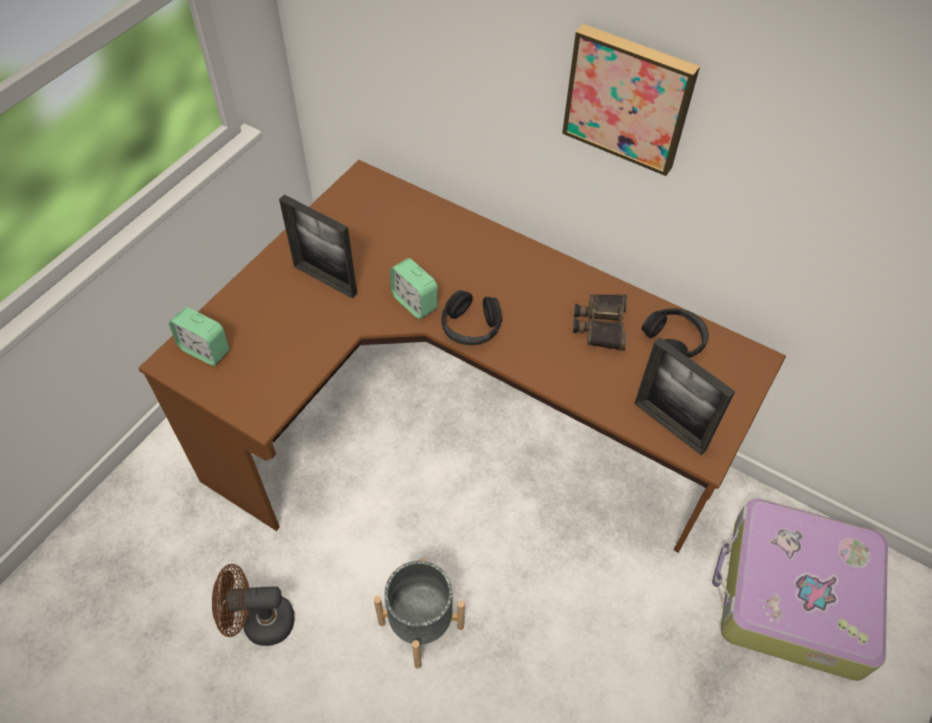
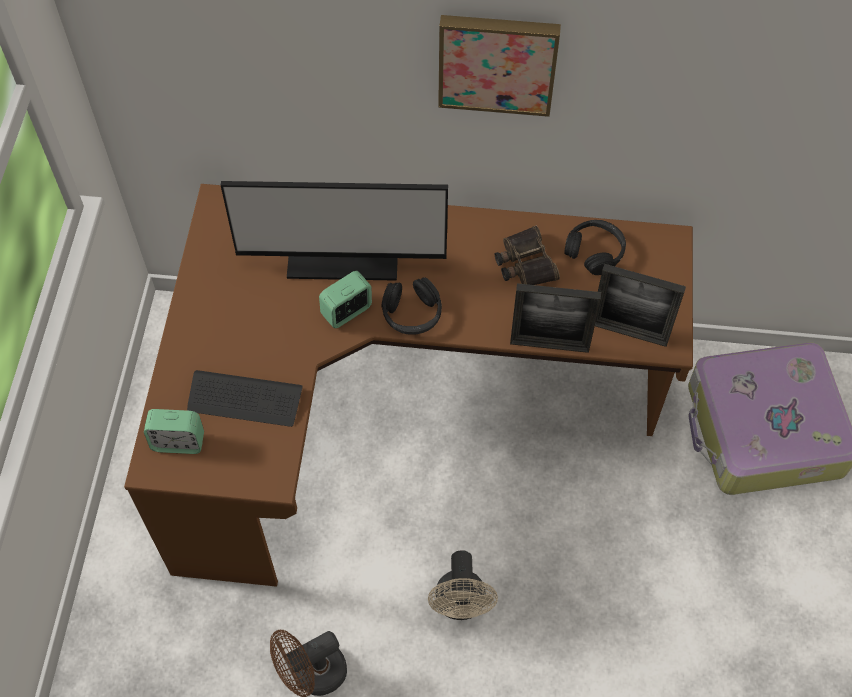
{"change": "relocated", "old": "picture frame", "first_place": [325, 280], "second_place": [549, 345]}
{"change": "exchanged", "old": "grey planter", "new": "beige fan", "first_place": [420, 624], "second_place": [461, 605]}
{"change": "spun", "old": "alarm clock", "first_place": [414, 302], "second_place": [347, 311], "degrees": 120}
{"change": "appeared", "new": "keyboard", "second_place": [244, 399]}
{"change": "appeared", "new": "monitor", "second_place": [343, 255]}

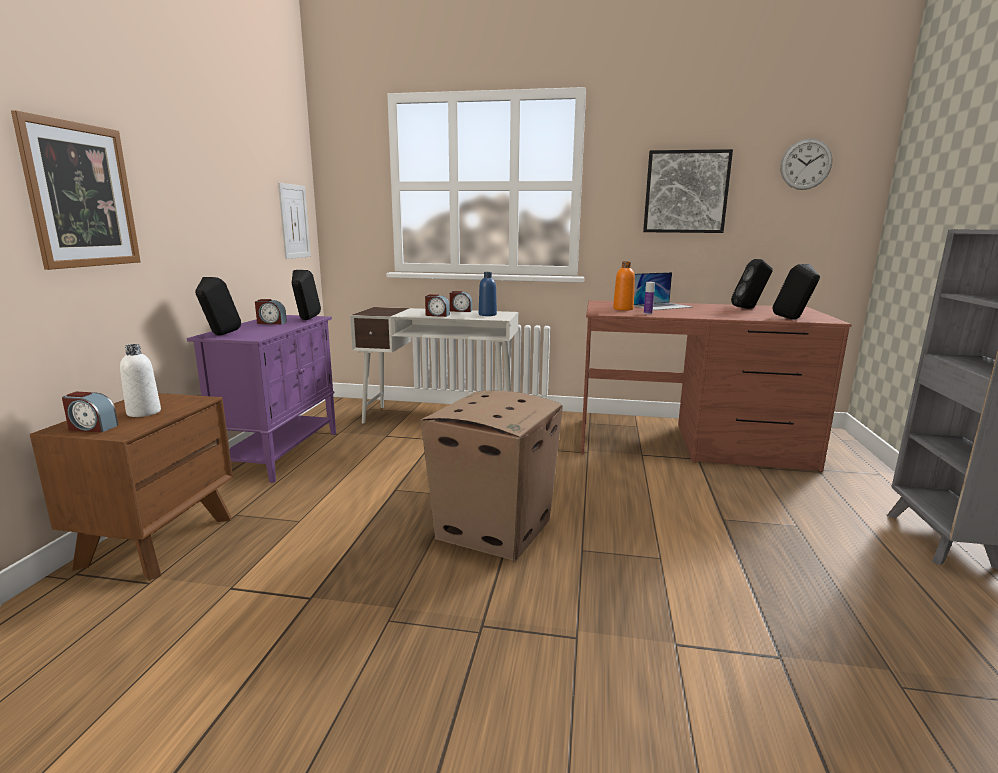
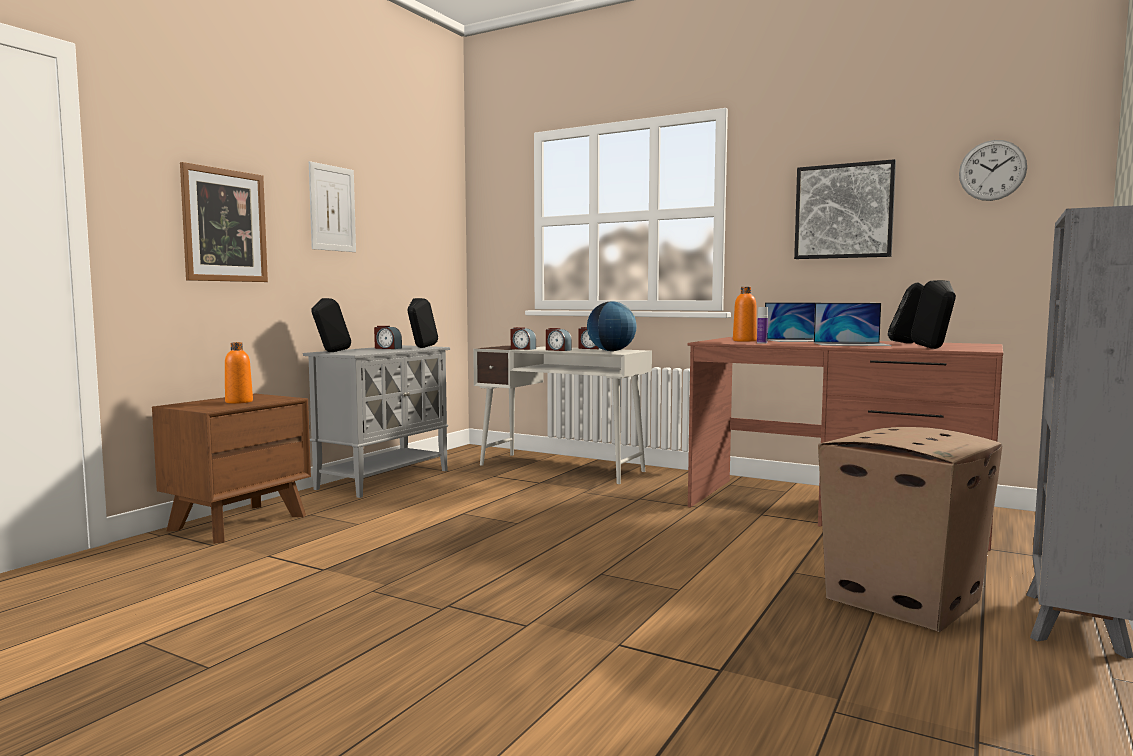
{"change": "relocated", "old": "alarm clock", "first_place": [92, 427], "second_place": [522, 349]}
{"change": "colour", "old": "white bottle", "new": "orange bottle", "first_place": [144, 412], "second_place": [239, 402]}
{"change": "colour", "old": "purple cabinet", "new": "grey cabinet", "first_place": [281, 453], "second_place": [384, 479]}
{"change": "relocated", "old": "picture", "first_place": [294, 221], "second_place": [332, 208]}
{"change": "relocated", "old": "cardboard box", "first_place": [495, 529], "second_place": [904, 599]}
{"change": "exchanged", "old": "blue bottle", "new": "globe", "first_place": [487, 314], "second_place": [611, 351]}
{"change": "appeared", "new": "laptop", "second_place": [851, 344]}

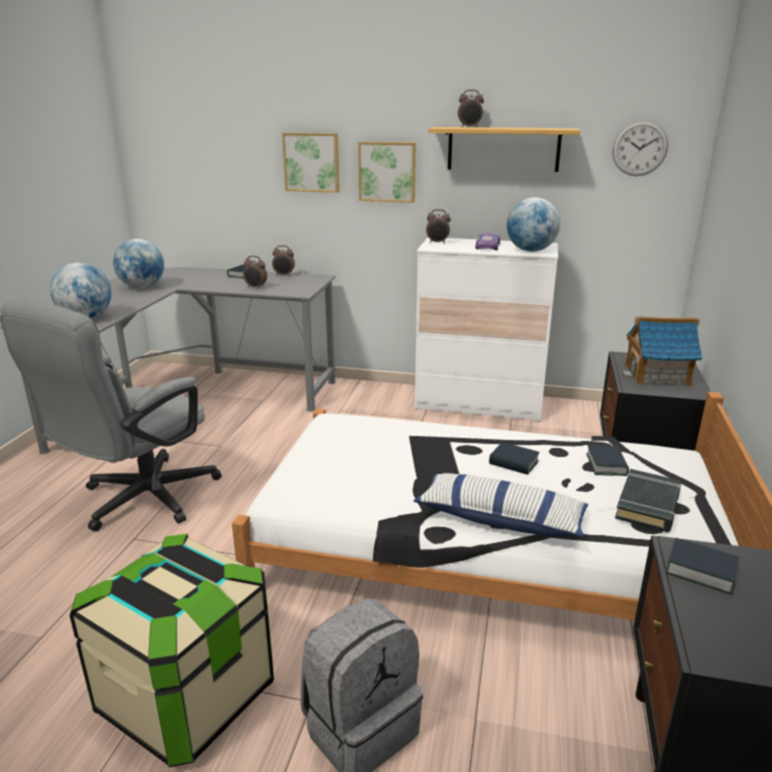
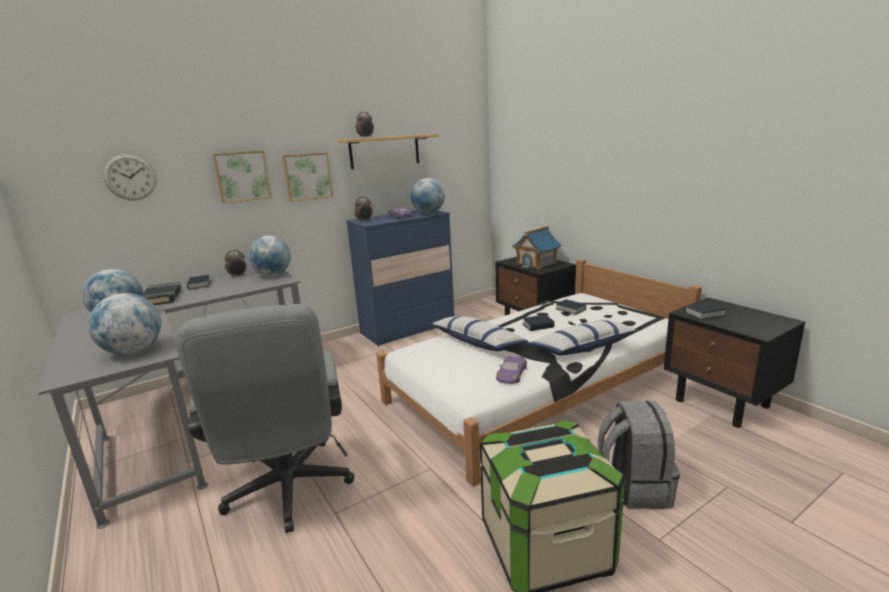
{"change": "missing", "old": "alarm clock", "first_place": [256, 287]}
{"change": "colour", "old": "white dresser", "new": "blue dresser", "first_place": [479, 404], "second_place": [408, 328]}
{"change": "relocated", "old": "wall clock", "first_place": [639, 148], "second_place": [130, 177]}
{"change": "relocated", "old": "black book", "first_place": [648, 505], "second_place": [162, 298]}
{"change": "appeared", "new": "globe", "second_place": [272, 275]}
{"change": "appeared", "new": "pillow", "second_place": [477, 342]}
{"change": "appeared", "new": "purple toy car", "second_place": [511, 373]}

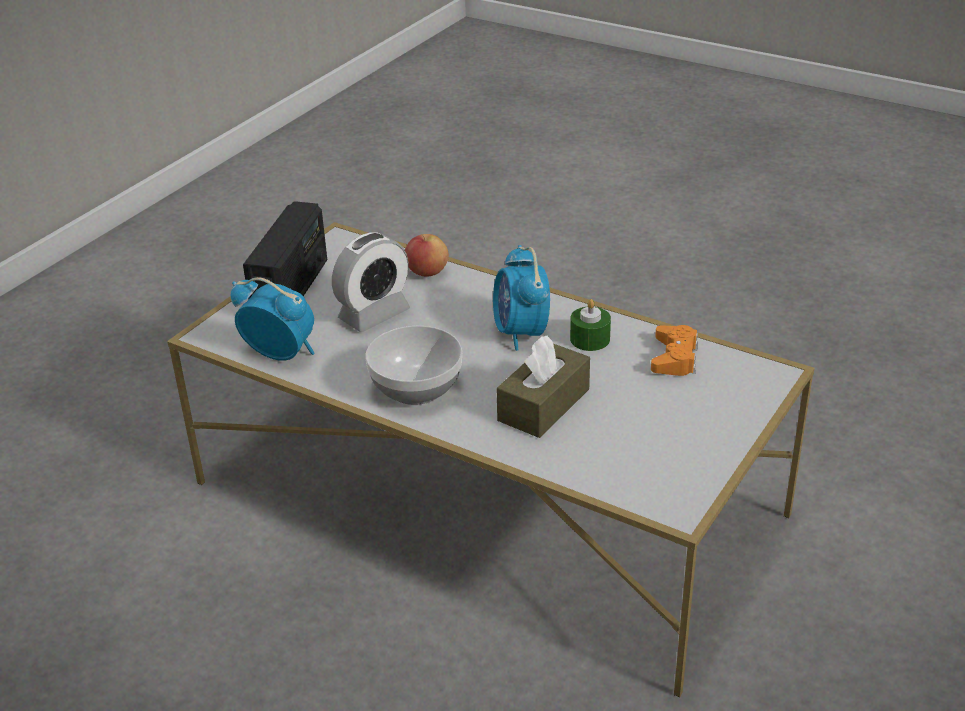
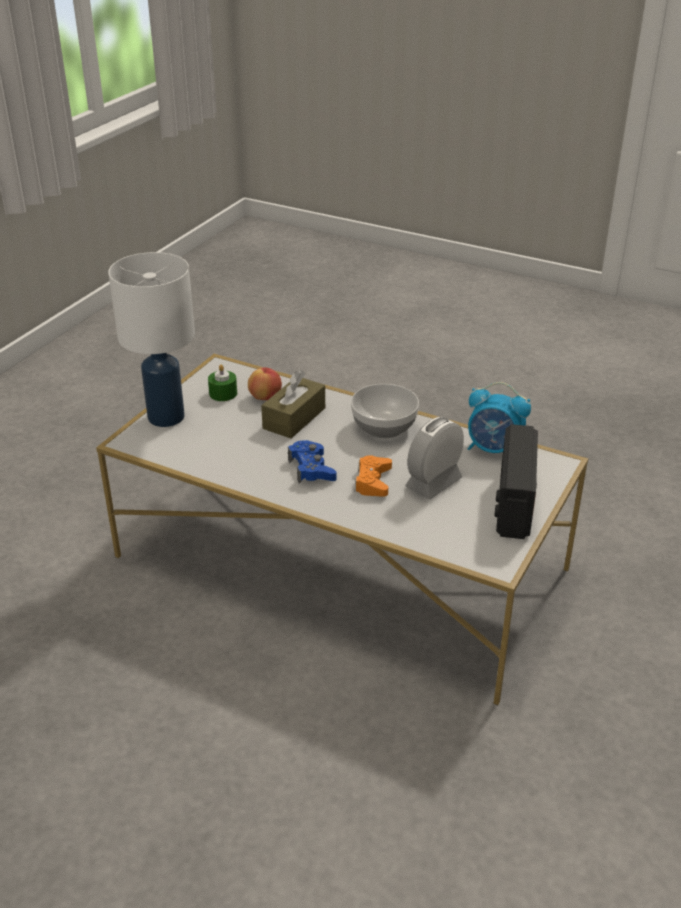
{"change": "relocated", "old": "apple", "first_place": [427, 272], "second_place": [265, 397]}
{"change": "exchanged", "old": "alarm clock", "new": "blue game controller", "first_place": [521, 333], "second_place": [311, 469]}
{"change": "relocated", "old": "green candle", "first_place": [590, 339], "second_place": [223, 393]}
{"change": "relocated", "old": "orange game controller", "first_place": [674, 358], "second_place": [373, 482]}
{"change": "appeared", "new": "white table lamp", "second_place": [166, 416]}

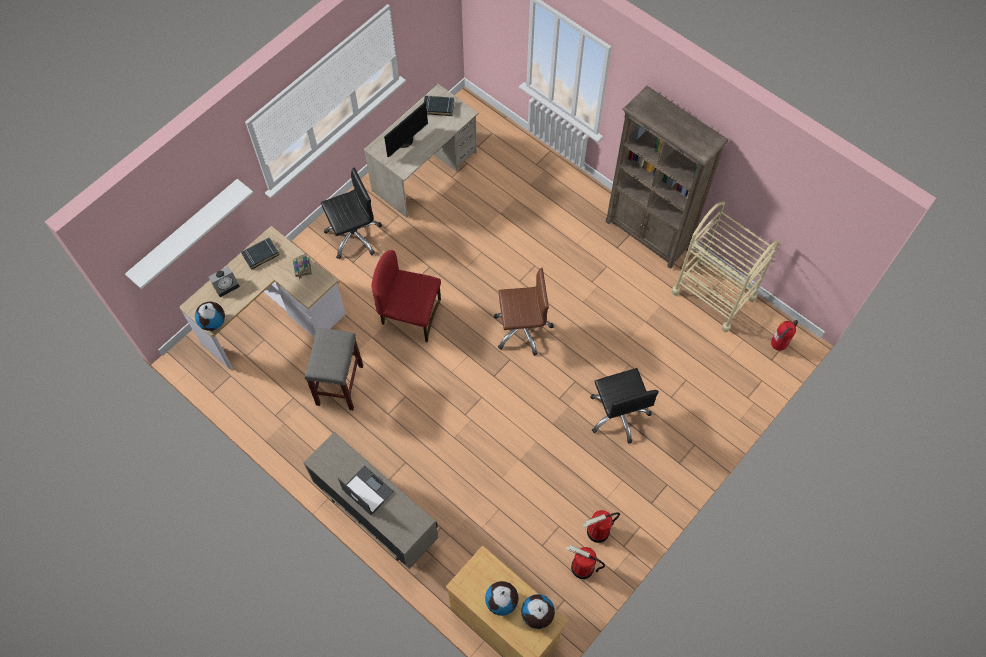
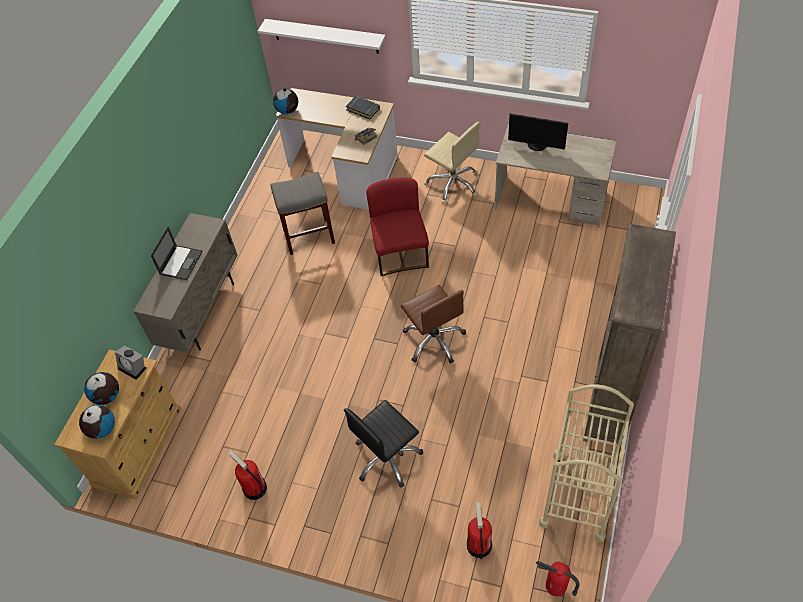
{"change": "relocated", "old": "alarm clock", "first_place": [226, 285], "second_place": [134, 367]}
{"change": "colour", "old": "black office chair", "new": "beige office chair", "first_place": [354, 235], "second_place": [453, 184]}
{"change": "missing", "old": "black book", "first_place": [438, 107]}
{"change": "relocated", "old": "fire extinguisher", "first_place": [582, 568], "second_place": [478, 545]}

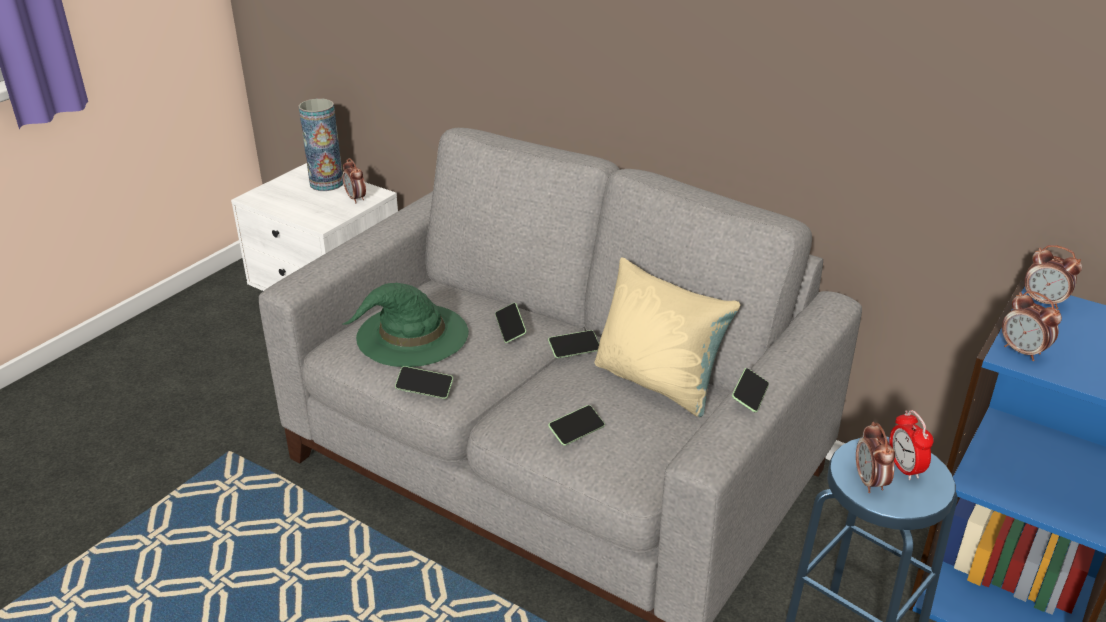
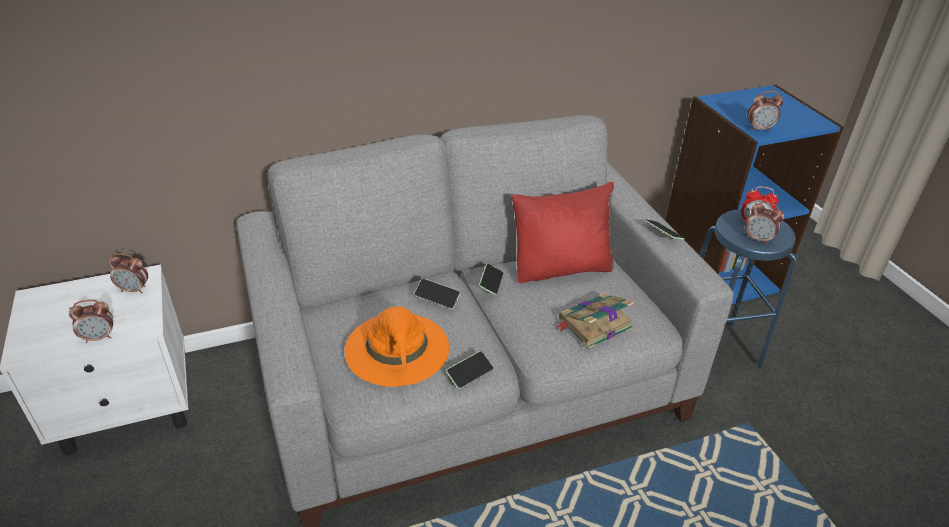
{"change": "missing", "old": "vase", "first_place": [326, 183]}
{"change": "colour", "old": "green hat", "new": "orange hat", "first_place": [411, 335], "second_place": [398, 349]}
{"change": "exchanged", "old": "phone", "new": "book", "first_place": [576, 431], "second_place": [593, 324]}
{"change": "colour", "old": "beige pillow", "new": "red pillow", "first_place": [658, 382], "second_place": [562, 268]}
{"change": "relocated", "old": "alarm clock", "first_place": [1044, 302], "second_place": [99, 337]}

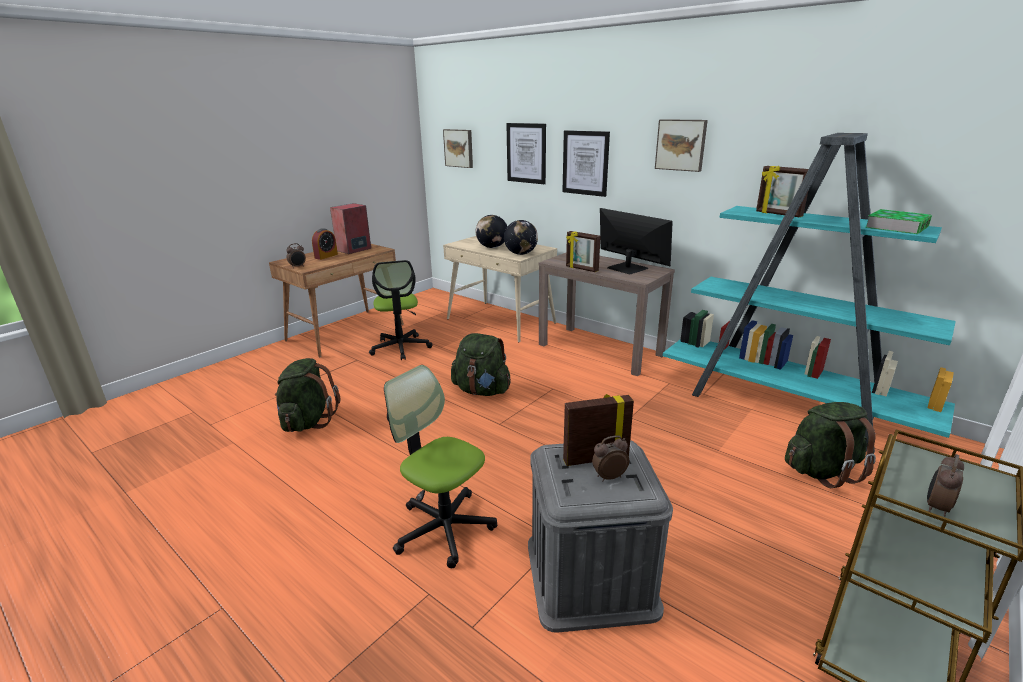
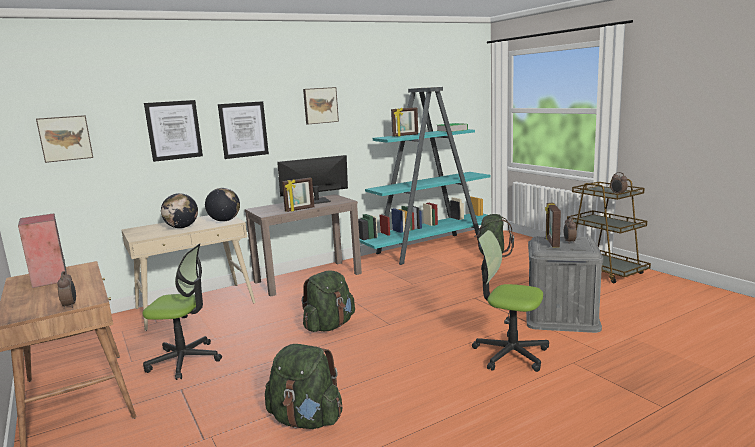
{"change": "missing", "old": "alarm clock", "first_place": [326, 256]}
{"change": "spun", "old": "office chair", "first_place": [444, 528], "second_place": [510, 354], "degrees": 60}

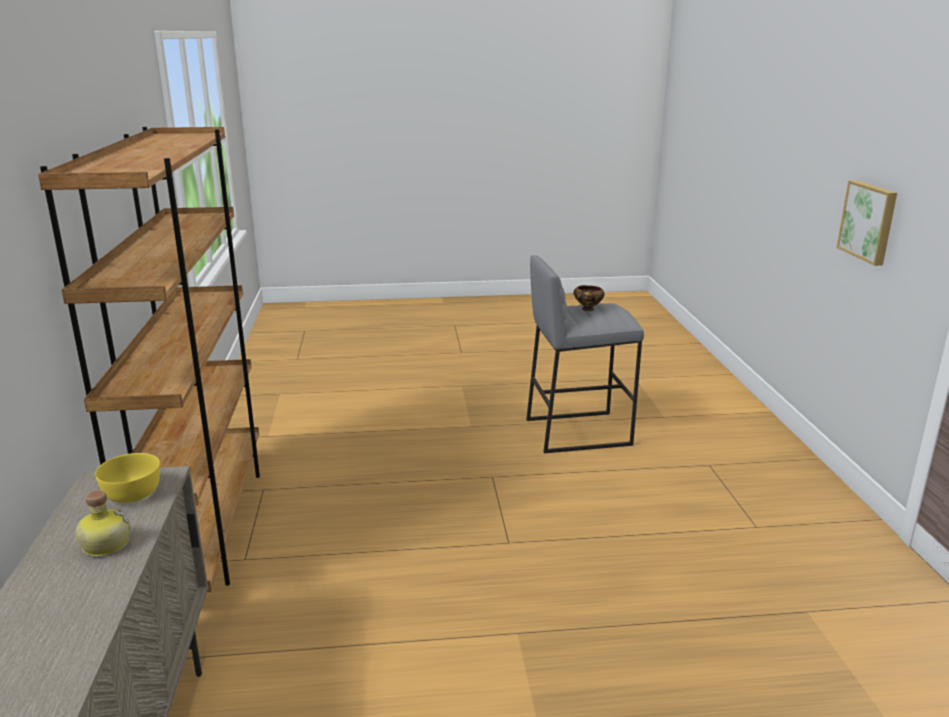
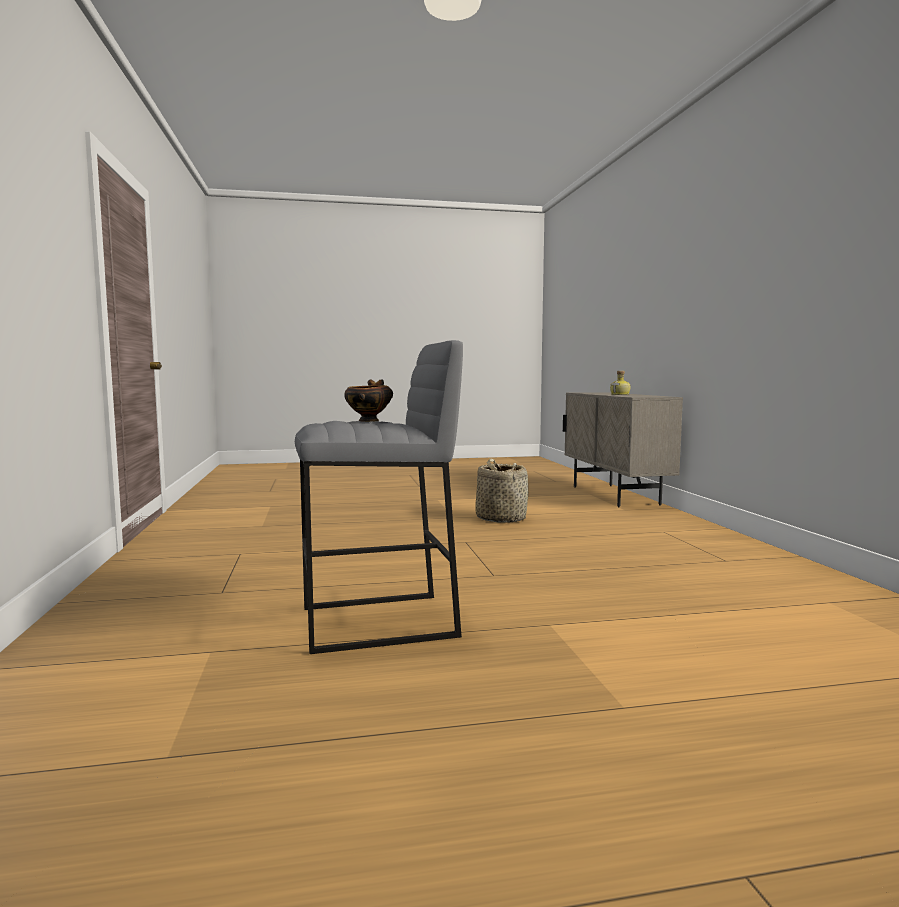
{"change": "missing", "old": "brown bookcase", "first_place": [206, 526]}
{"change": "missing", "old": "yellow bowl", "first_place": [131, 493]}
{"change": "missing", "old": "picture", "first_place": [869, 221]}
{"change": "appeared", "new": "basket", "second_place": [500, 518]}

